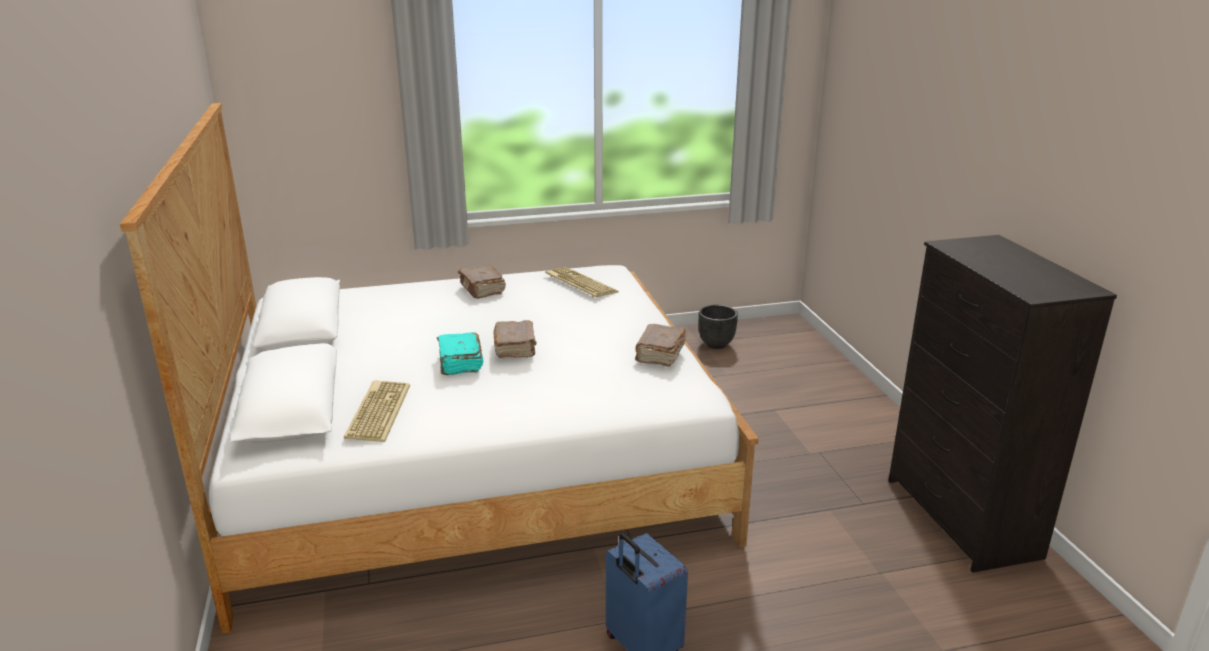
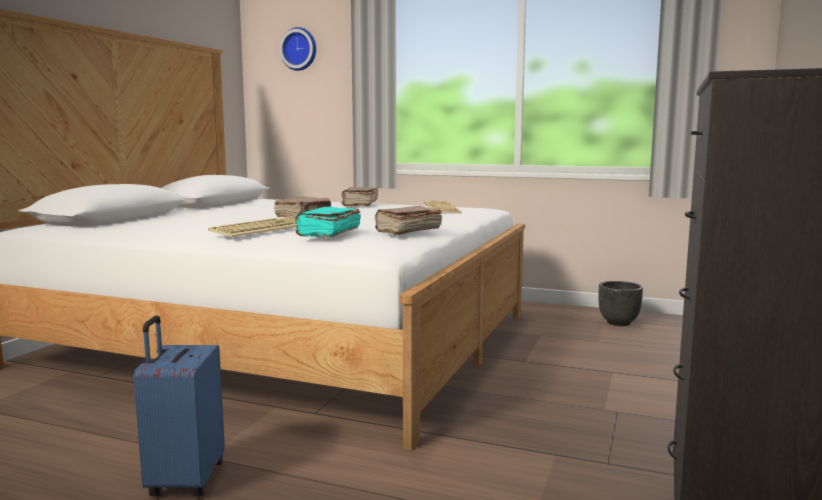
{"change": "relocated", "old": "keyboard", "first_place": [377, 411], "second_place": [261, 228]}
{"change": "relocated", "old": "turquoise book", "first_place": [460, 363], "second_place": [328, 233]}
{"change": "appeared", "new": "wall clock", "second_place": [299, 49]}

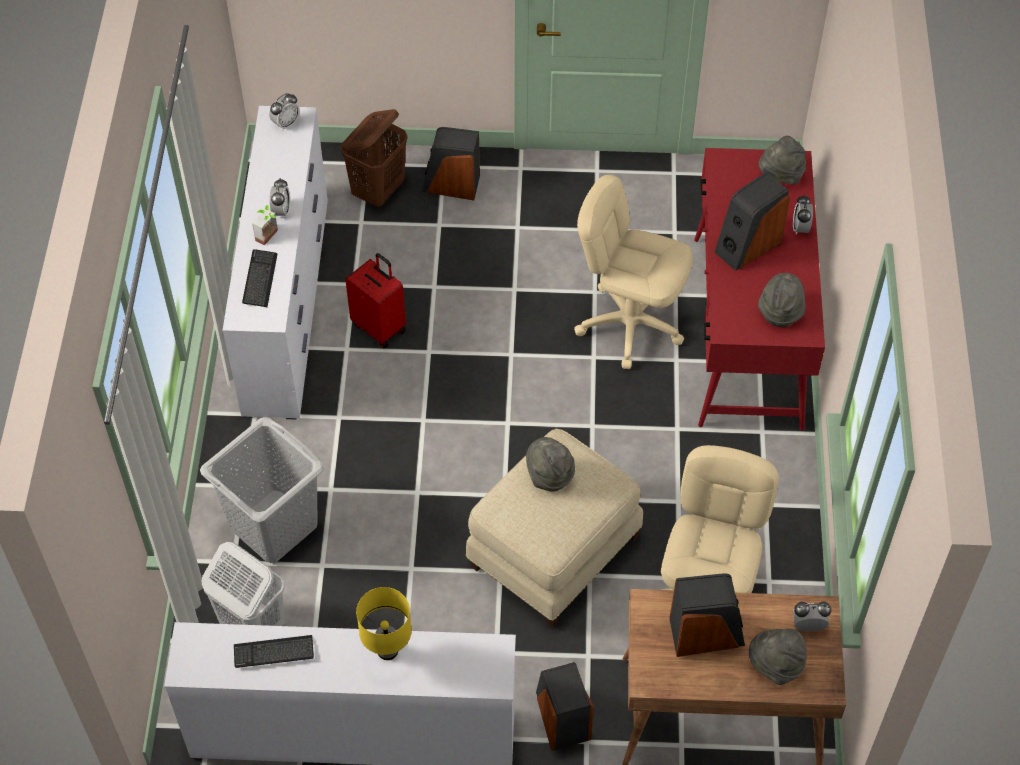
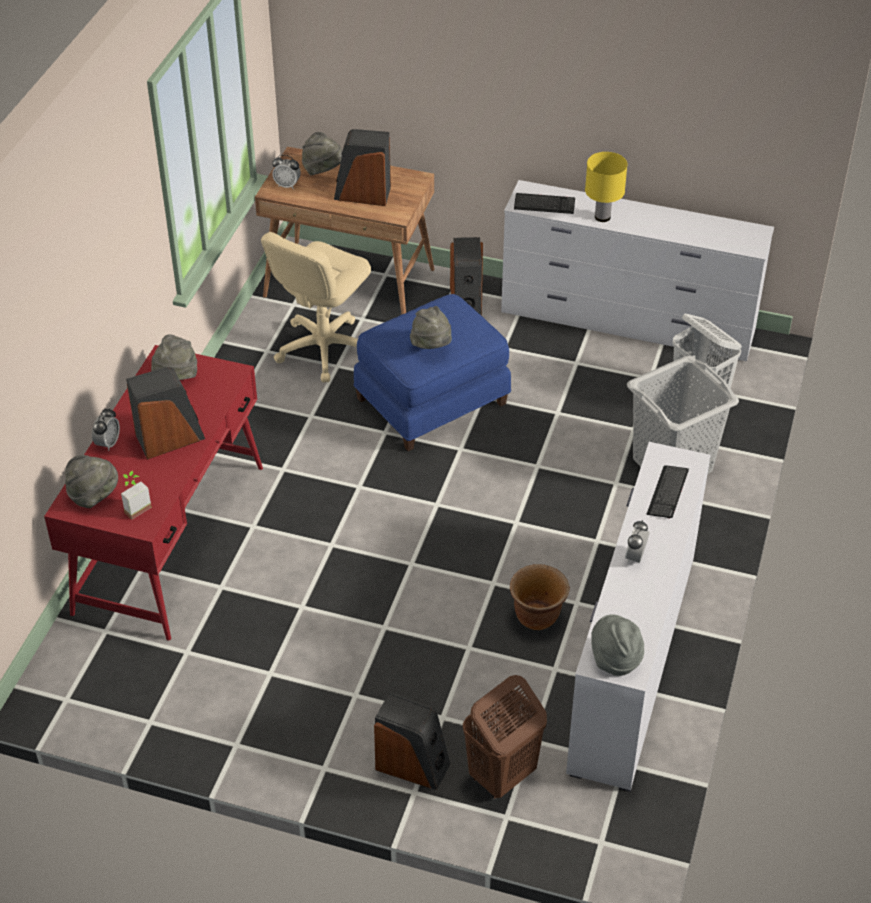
{"change": "relocated", "old": "keyboard", "first_place": [274, 652], "second_place": [544, 205]}
{"change": "relocated", "old": "potted plant", "first_place": [270, 237], "second_place": [135, 507]}
{"change": "exchanged", "old": "alarm clock", "new": "grey hat", "first_place": [286, 124], "second_place": [615, 659]}
{"change": "exchanged", "old": "red suitcase", "new": "brown planter", "first_place": [380, 327], "second_place": [537, 617]}
{"change": "colour", "old": "beige ottoman", "new": "blue ottoman", "first_place": [553, 550], "second_place": [433, 403]}
{"change": "missing", "old": "beige office chair", "first_place": [630, 324]}

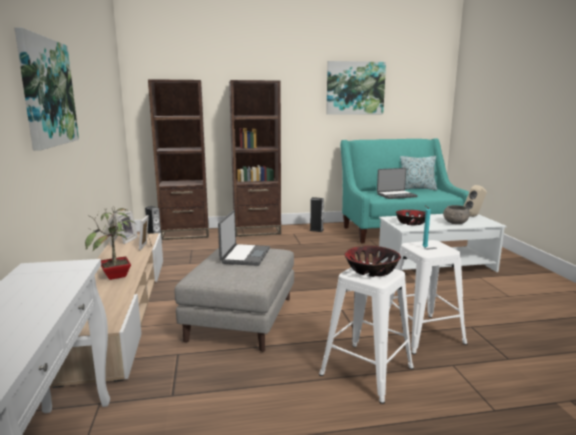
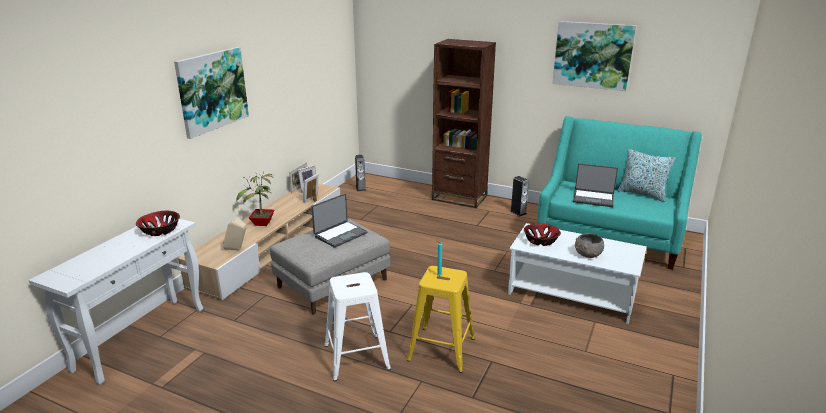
{"change": "missing", "old": "brown bookcase", "first_place": [185, 234]}
{"change": "relocated", "old": "bowl", "first_place": [371, 271], "second_place": [159, 230]}
{"change": "colour", "old": "white stool", "new": "yellow stool", "first_place": [422, 333], "second_place": [442, 348]}
{"change": "relocated", "old": "beige speaker", "first_place": [473, 216], "second_place": [237, 250]}

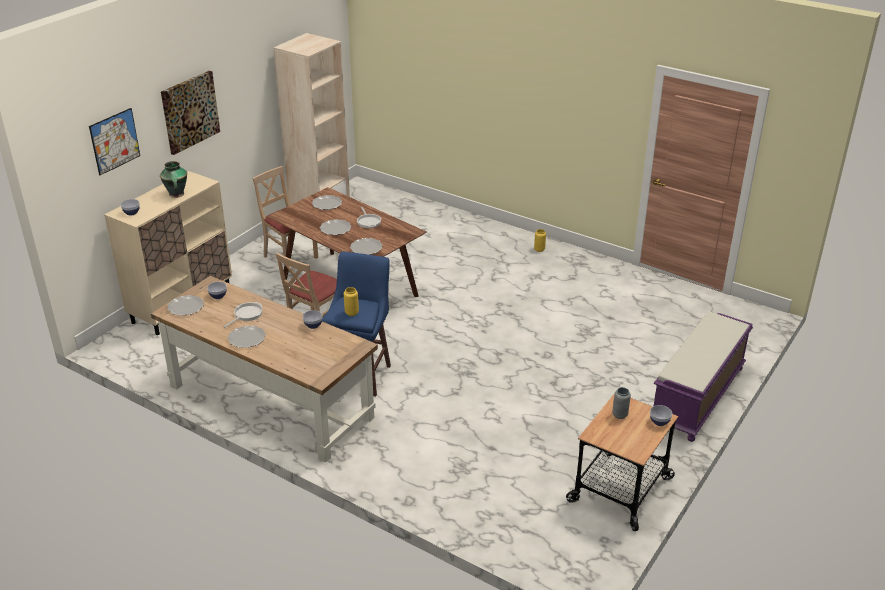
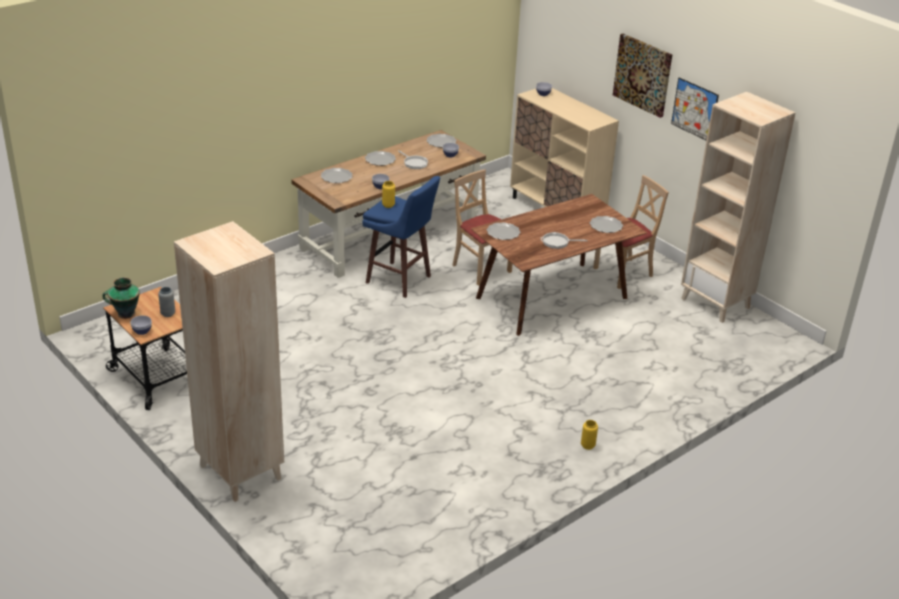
{"change": "relocated", "old": "picture", "first_place": [115, 141], "second_place": [694, 109]}
{"change": "relocated", "old": "vase", "first_place": [176, 194], "second_place": [125, 314]}
{"change": "relocated", "old": "plate", "first_place": [335, 229], "second_place": [336, 177]}
{"change": "exchanged", "old": "purple bench", "new": "beige bookcase", "first_place": [698, 397], "second_place": [239, 472]}

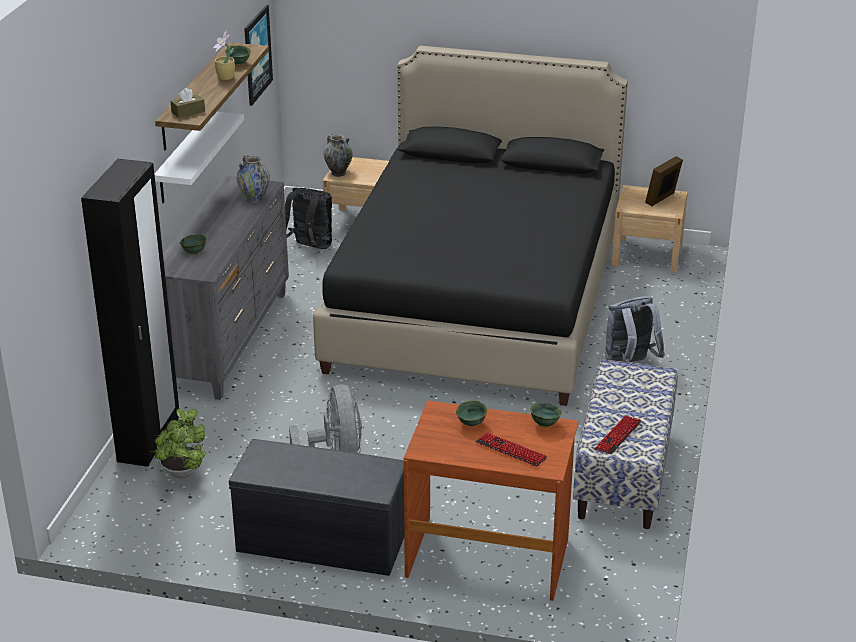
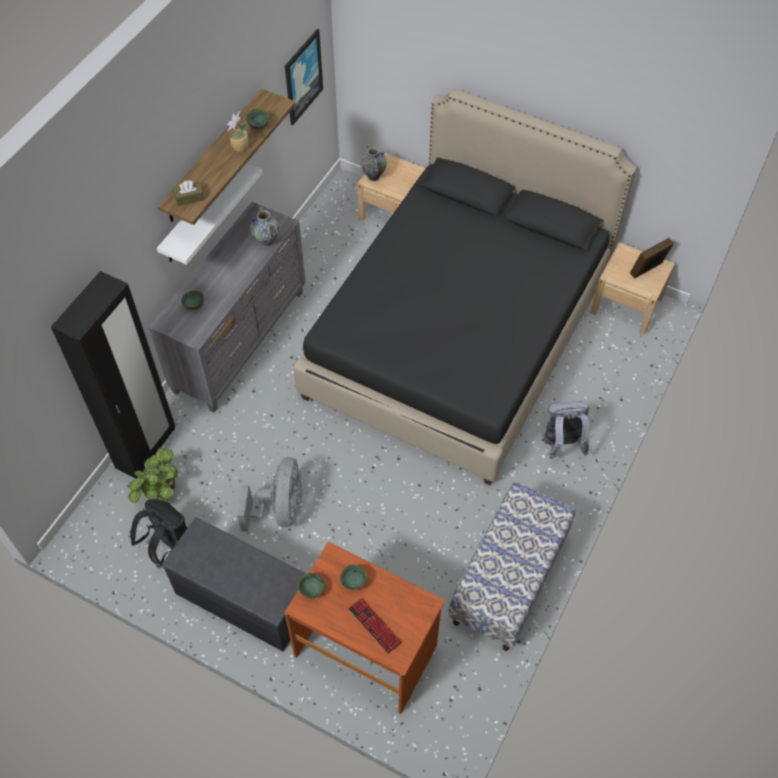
{"change": "relocated", "old": "black backpack", "first_place": [310, 247], "second_place": [168, 545]}
{"change": "relocated", "old": "green bowl", "first_place": [544, 424], "second_place": [311, 590]}
{"change": "missing", "old": "keyboard", "first_place": [618, 436]}

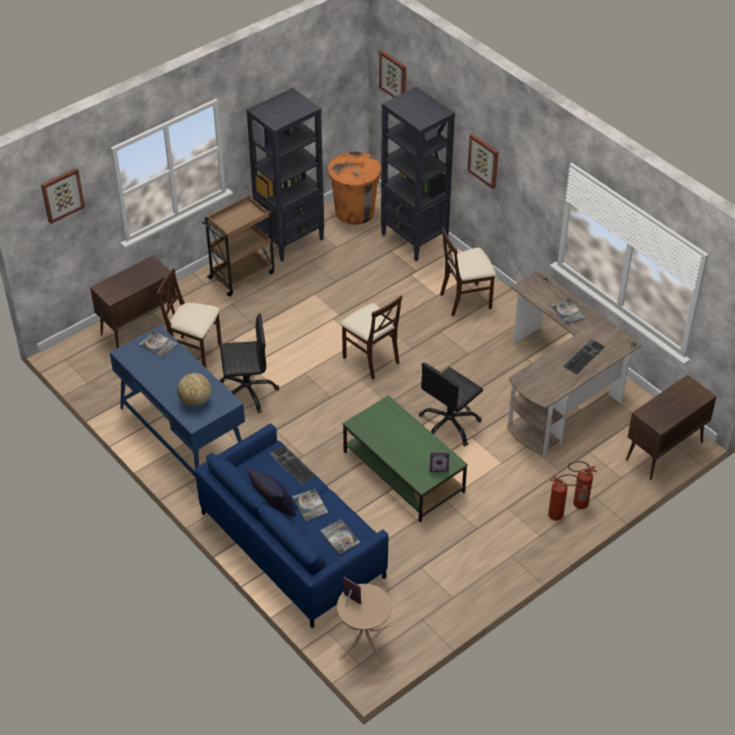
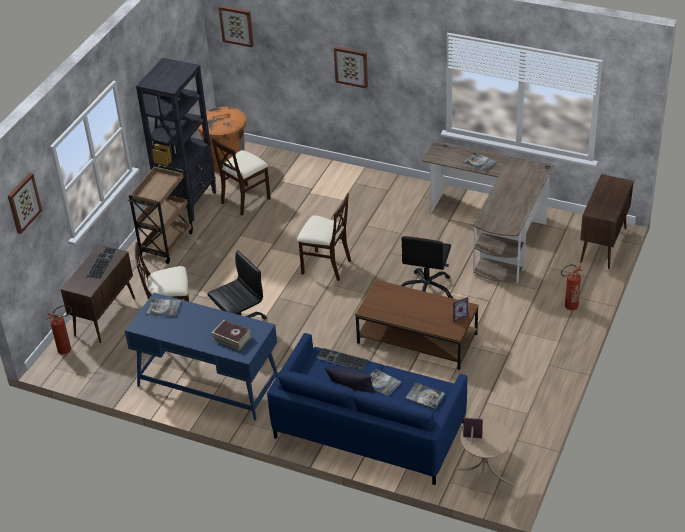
{"change": "exchanged", "old": "globe", "new": "book", "first_place": [195, 401], "second_place": [232, 338]}
{"change": "colour", "old": "green coffee table", "new": "brown coffee table", "first_place": [403, 471], "second_place": [417, 338]}
{"change": "missing", "old": "black bookcase", "first_place": [414, 239]}
{"change": "relocated", "old": "beige chair", "first_place": [466, 300], "second_place": [245, 200]}
{"change": "relocated", "old": "fire extinguisher", "first_place": [559, 516], "second_place": [68, 349]}
{"change": "relocated", "old": "keyboard", "first_place": [583, 356], "second_place": [101, 262]}

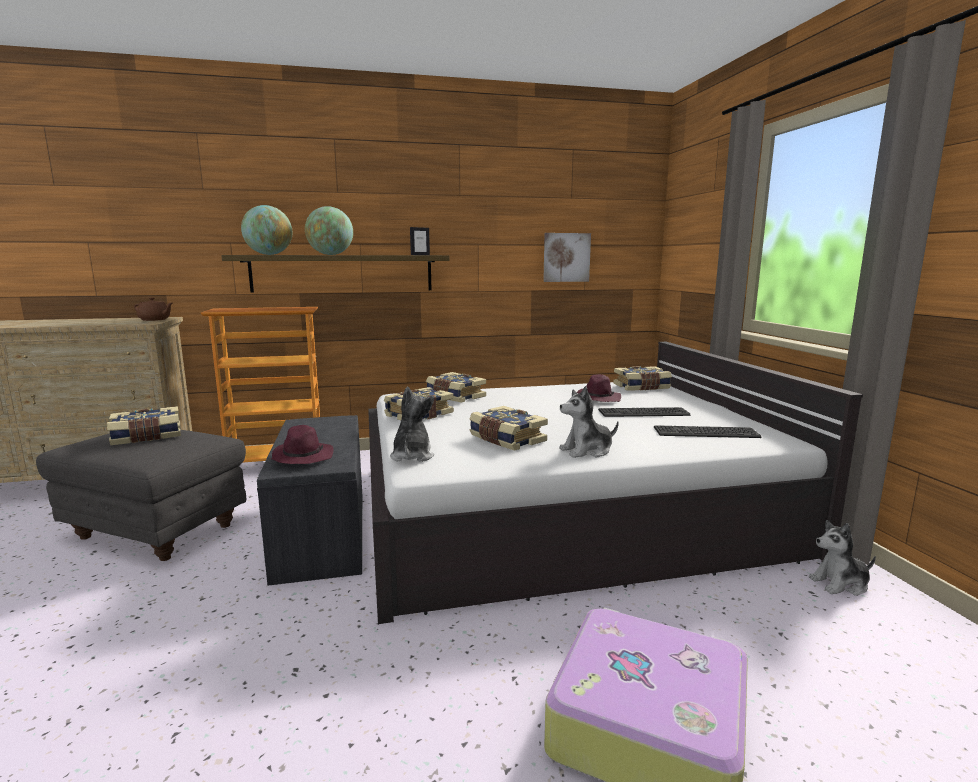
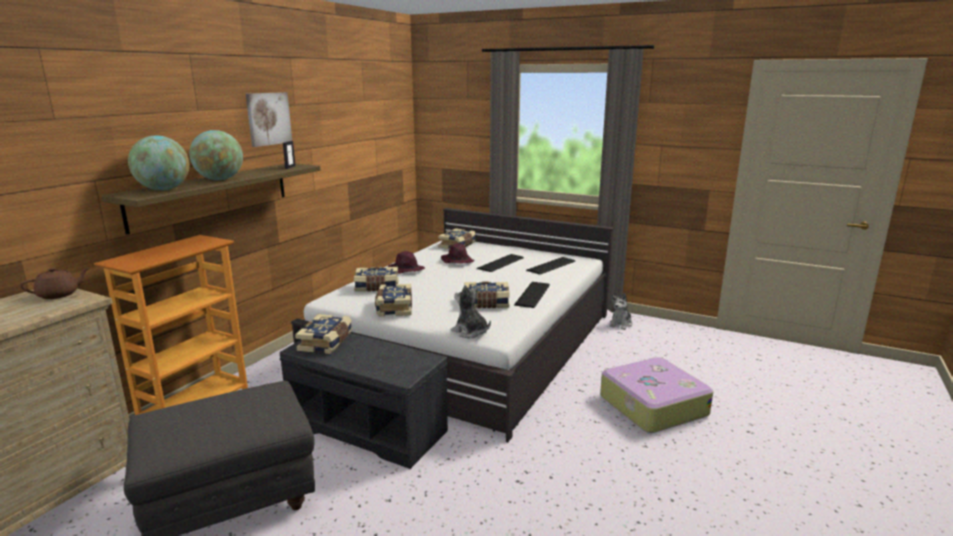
{"change": "relocated", "old": "book", "first_place": [147, 437], "second_place": [326, 342]}
{"change": "relocated", "old": "purple hat", "first_place": [302, 457], "second_place": [406, 270]}
{"change": "relocated", "old": "picture", "first_place": [566, 257], "second_place": [268, 118]}
{"change": "exchanged", "old": "plush toy", "new": "keyboard", "first_place": [587, 450], "second_place": [534, 294]}

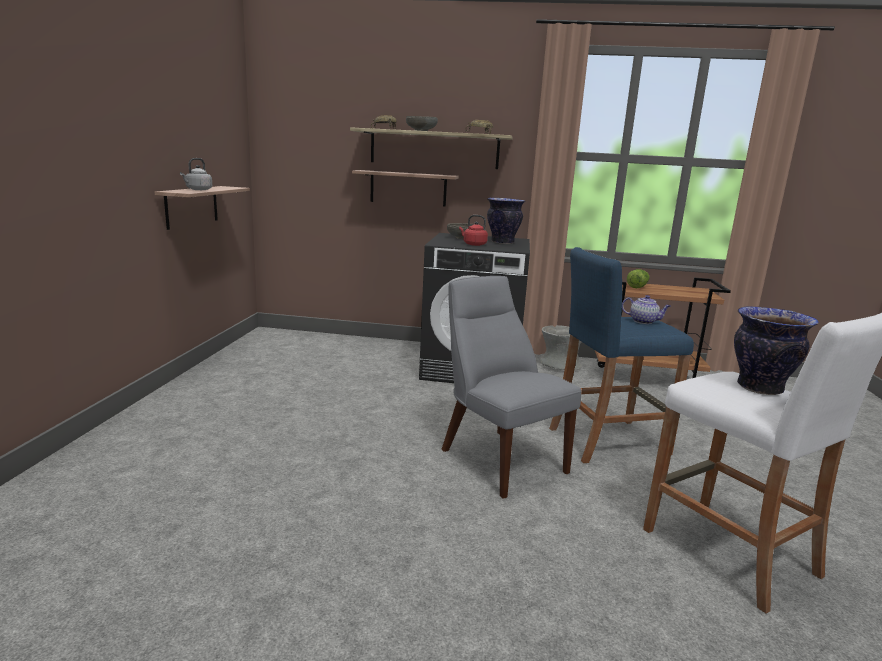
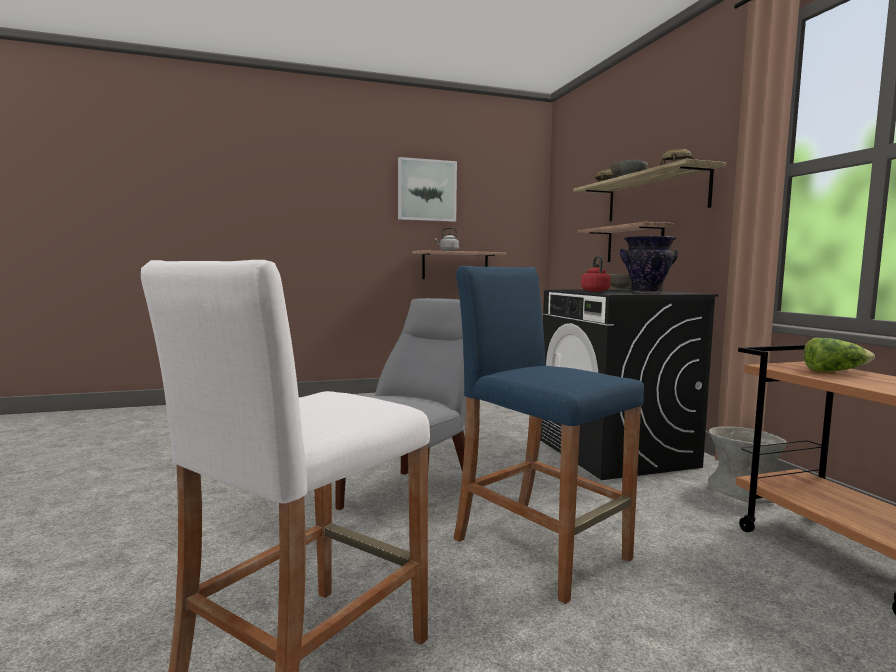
{"change": "missing", "old": "teapot", "first_place": [644, 321]}
{"change": "missing", "old": "vase", "first_place": [759, 388]}
{"change": "appeared", "new": "picture", "second_place": [427, 190]}

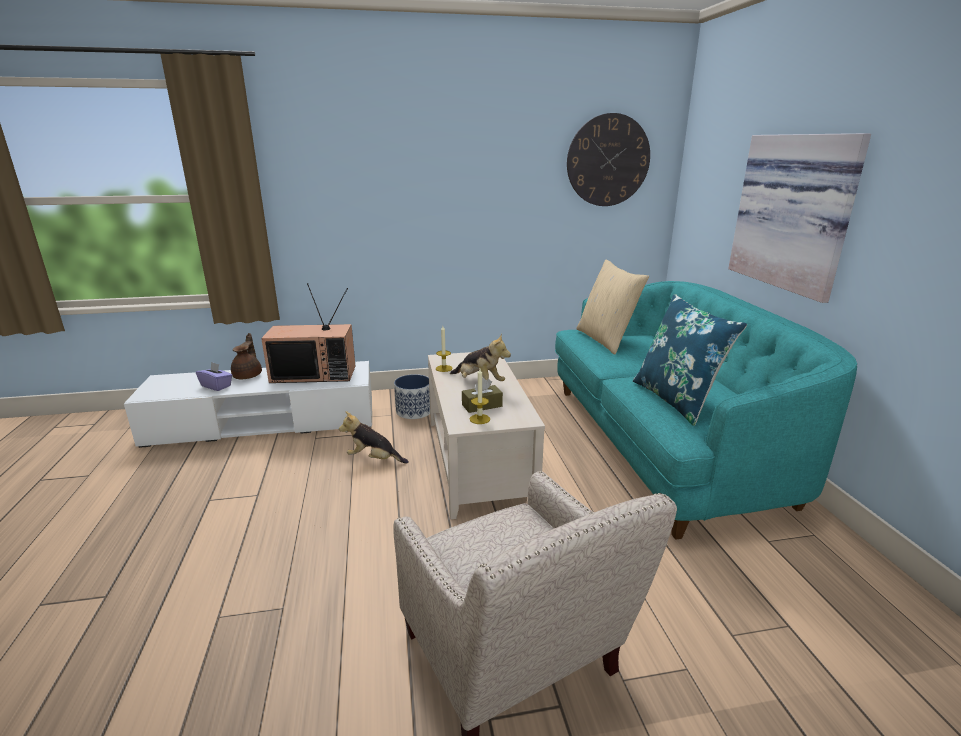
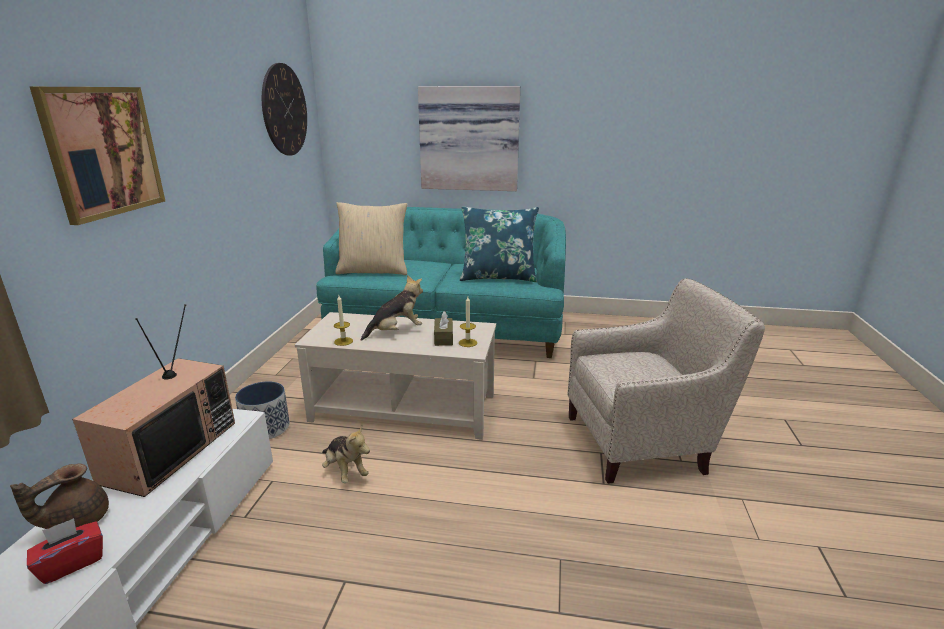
{"change": "colour", "old": "purple tissue box", "new": "red tissue box", "first_place": [216, 386], "second_place": [72, 563]}
{"change": "spun", "old": "brown teapot", "first_place": [248, 375], "second_place": [76, 521], "degrees": -75}
{"change": "spun", "old": "plush toy", "first_place": [374, 459], "second_place": [345, 471], "degrees": -75}
{"change": "appeared", "new": "picture", "second_place": [103, 152]}

